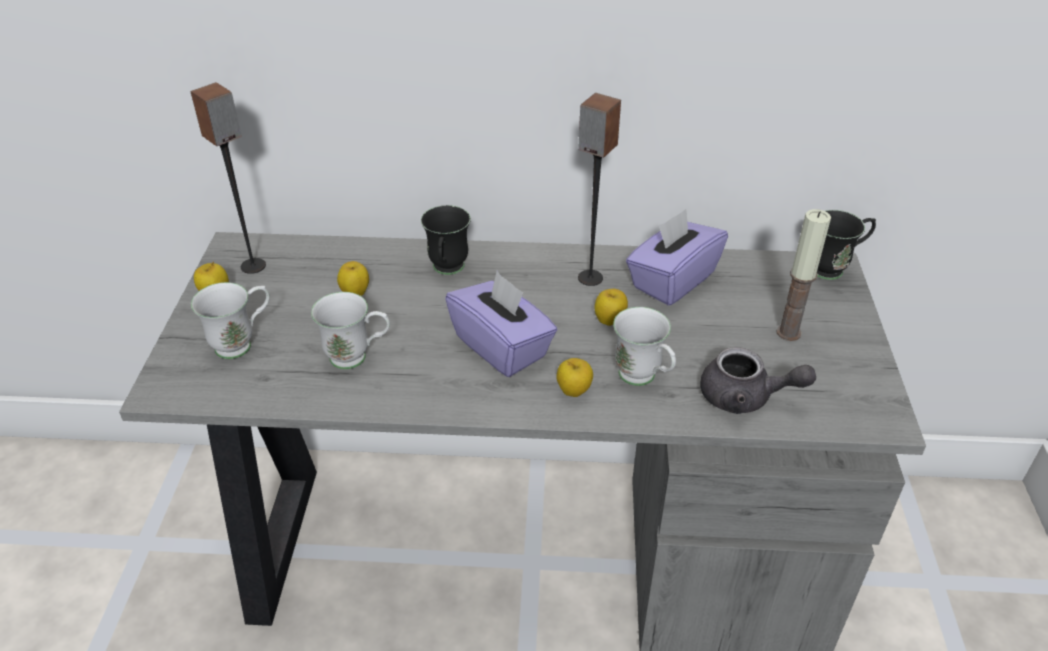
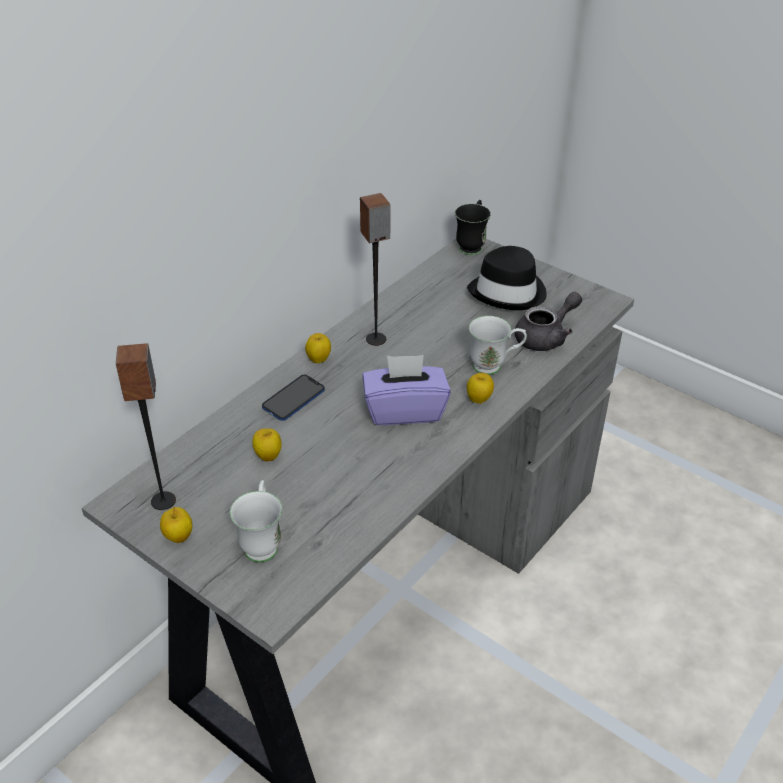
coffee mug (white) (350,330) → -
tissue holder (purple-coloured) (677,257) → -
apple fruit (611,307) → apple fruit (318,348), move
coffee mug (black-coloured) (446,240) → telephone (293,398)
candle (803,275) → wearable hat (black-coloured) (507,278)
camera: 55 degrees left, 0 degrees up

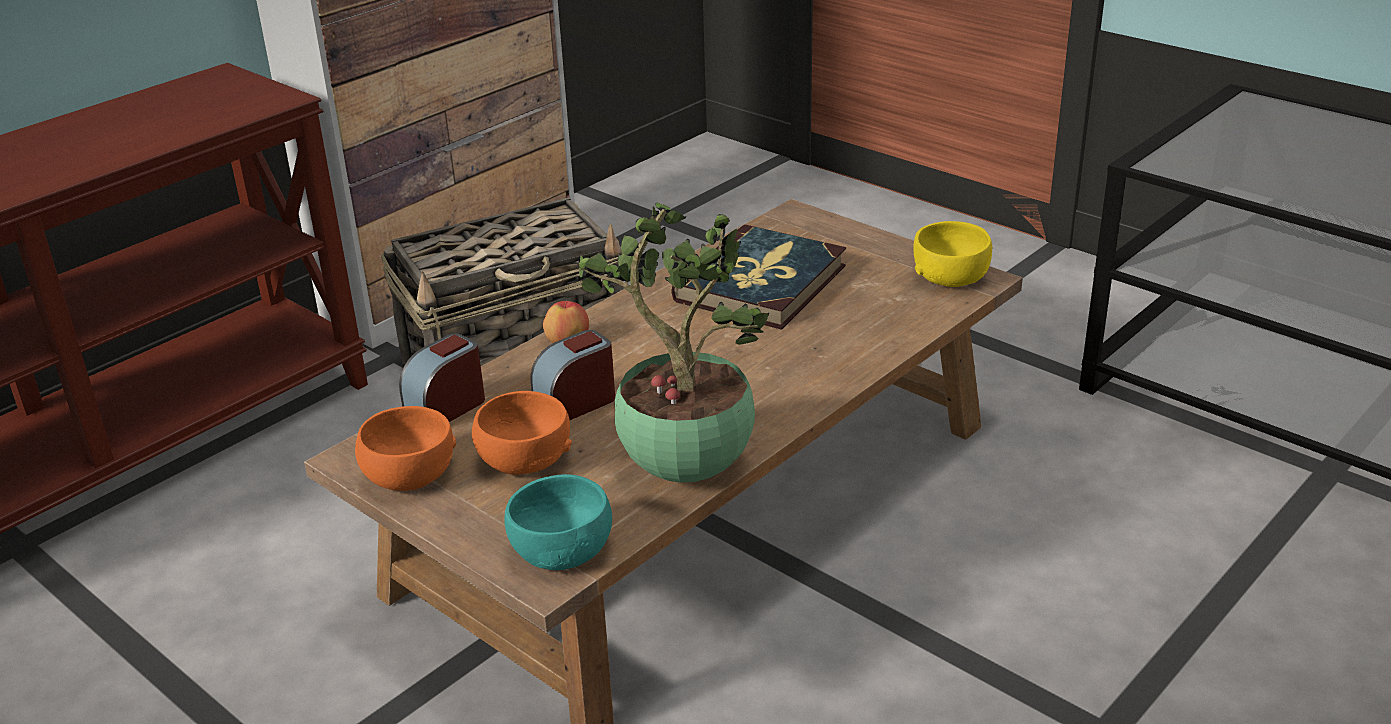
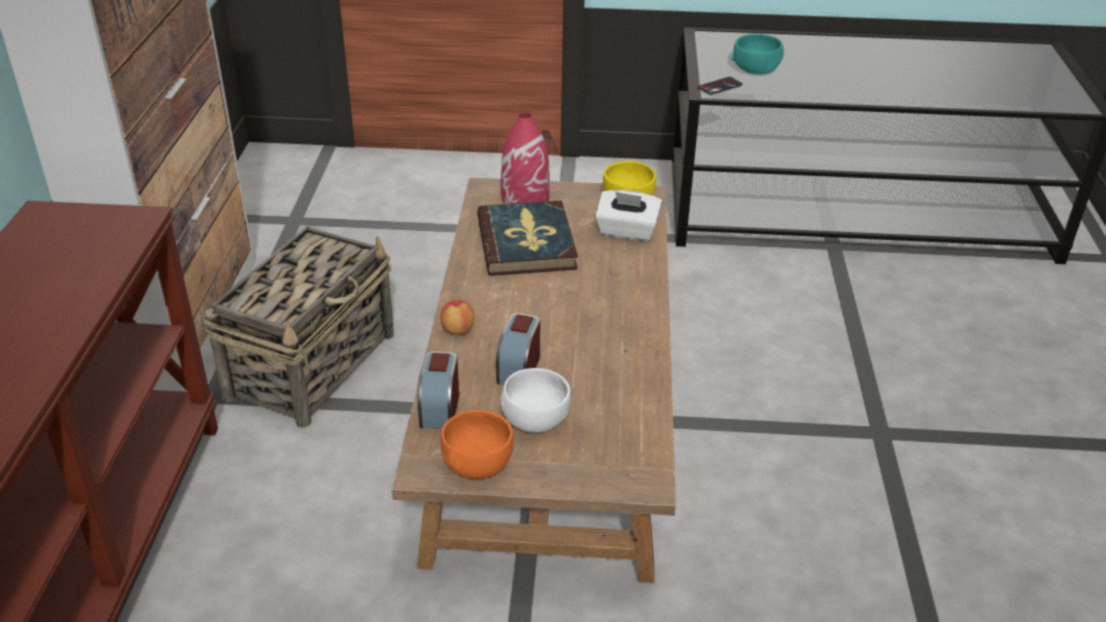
potted plant (673,342) → -
- → flower vase (reddish) (525,158)
- → tissue holder (white) (628,215)
- → telephone (720,86)
deep dish (blue-green) (558,522) → deep dish (blue-green) (757,54), move
deep dish (orangey) (522,433) → deep dish (white) (536,400)
camera: 40 degrees left, 5 degrees up

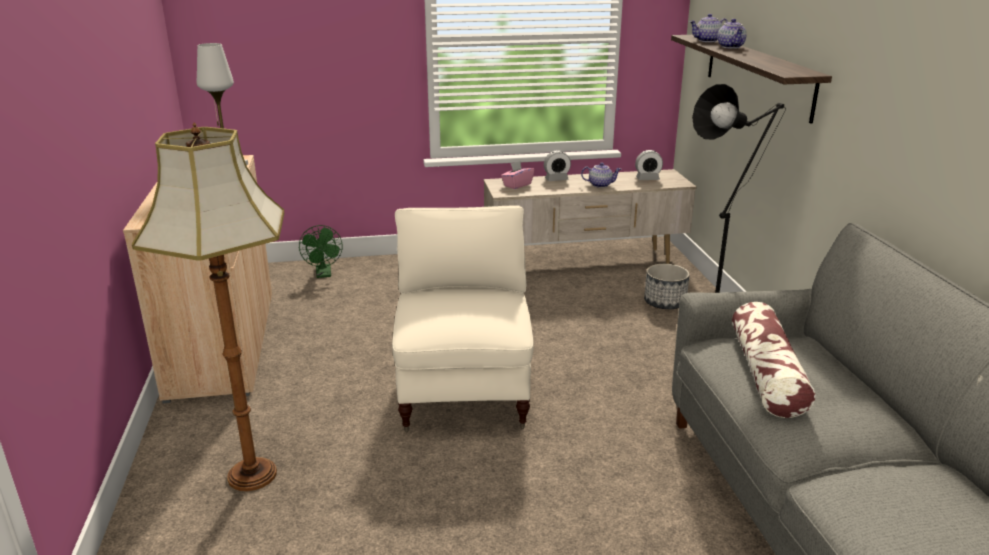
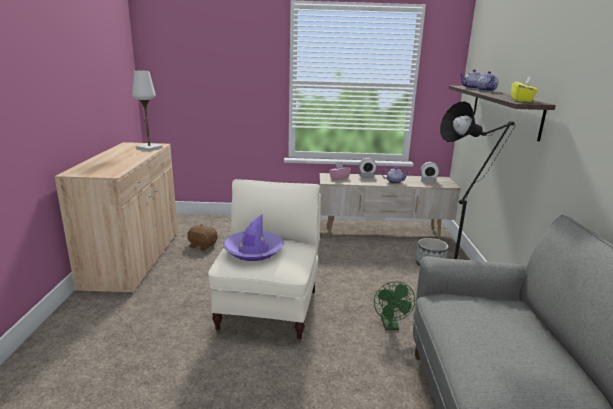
standard lamp (208,306) → -
throw pillow (773,360) → -
- → cuddly toy (brown) (202,237)
- → wearable hat (purple-coloured) (253,237)
- → tissue holder (yellowish) (524,89)
fan (greenish) (321,251) → fan (greenish) (394,305), move
camera: 10 degrees right, 5 degrees down

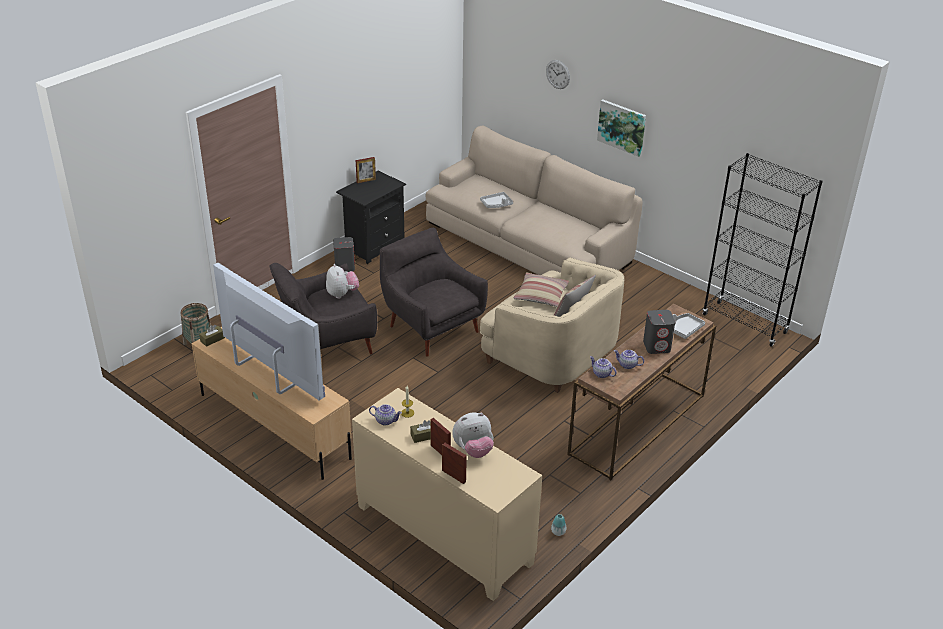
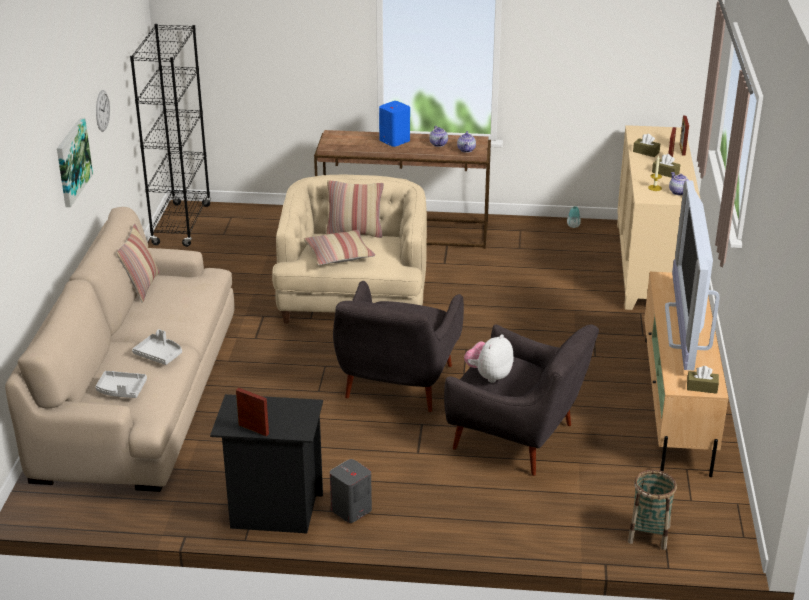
- → throw pillow (138,263)
wall clock (558,74) → wall clock (103,111), move
carrying tray (gray) (688,326) → carrying tray (gray) (121,384), move
cuddly toy (473,435) → tissue holder (brown) (646,145)
audio speaker (gray) (659,332) → audio speaker (blue) (394,124)
camera: 125 degrees left, 5 degrees down

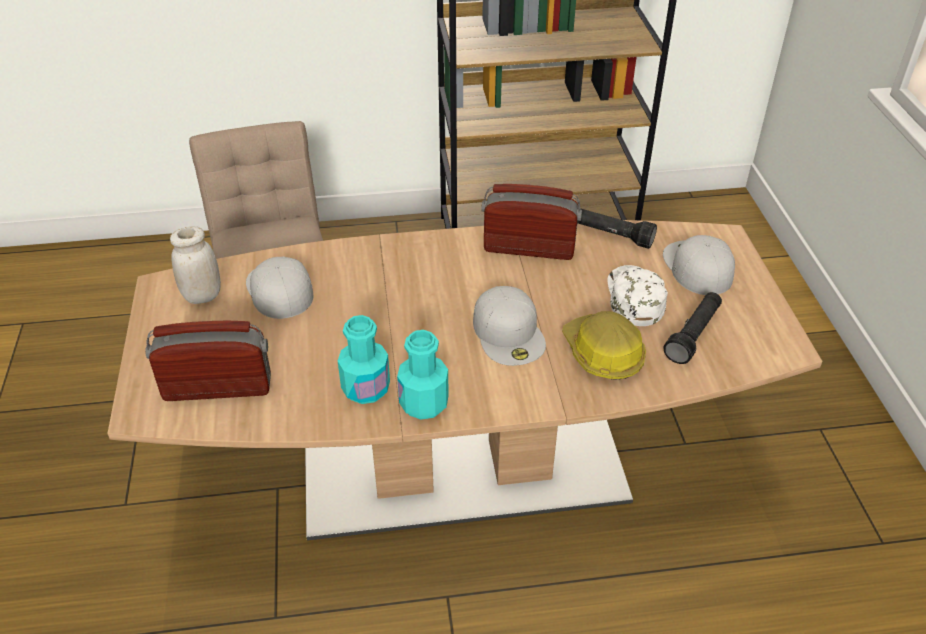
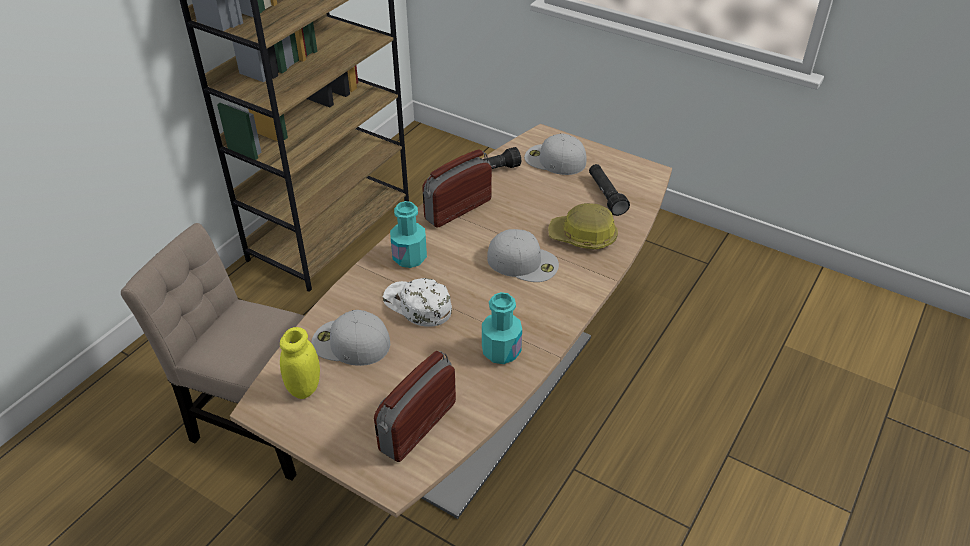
beverage bottle (blue-green) (423,375) → beverage bottle (blue-green) (408,234), move
cap (white) (637,295) → cap (white) (417,302), move
preserve jar (white) (195,265) → preserve jar (yellowish) (300,363)
camera: 50 degrees left, 0 degrees up

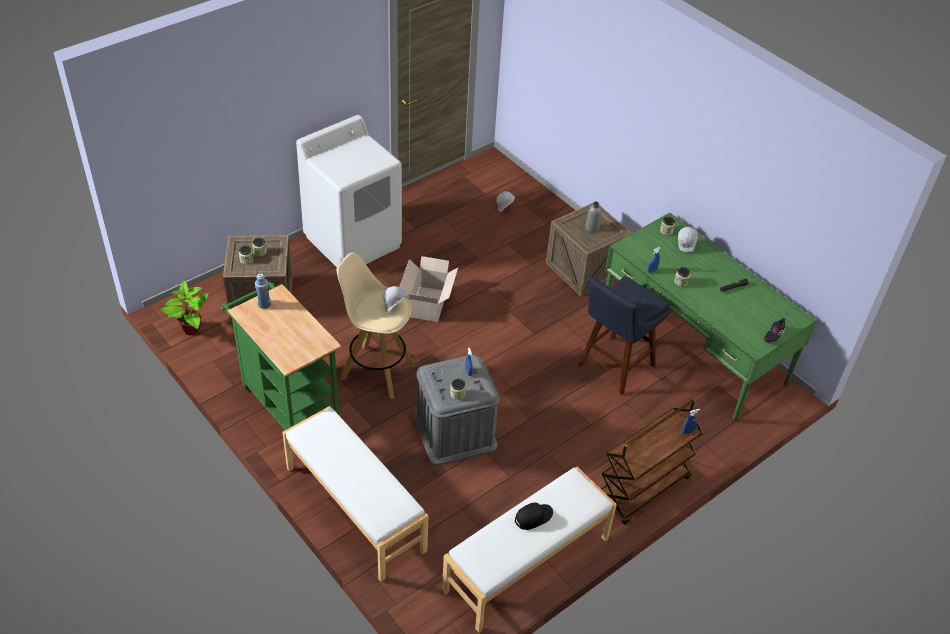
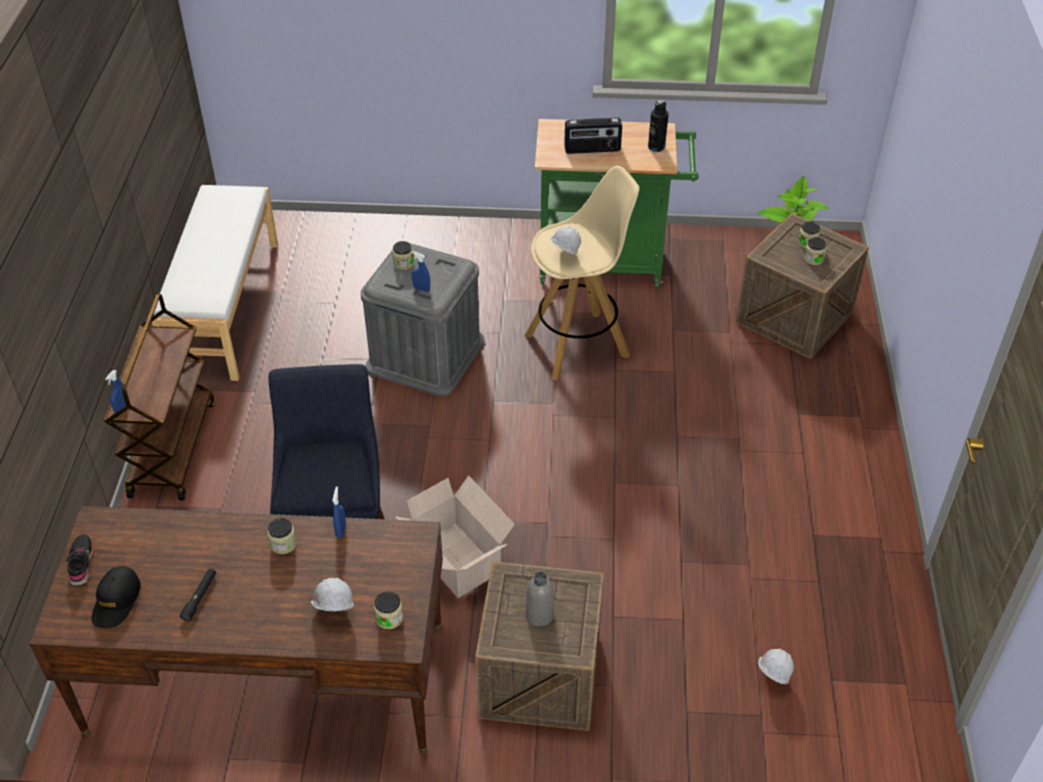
bench (white) (355,494) → -
laundry appliance (white) (349,191) → -
- → radio receiver (593,136)
carton (428,289) → carton (455,536), move
cap (black-coloured) (534,516) → cap (black-coloured) (116,597), move
beverage bottle (blue) (263,291) → beverage bottle (black-coloured) (658,126)
desk unit (greenish) (711,317) → desk unit (brown) (236,630)
camera: 135 degrees right, 0 degrees up

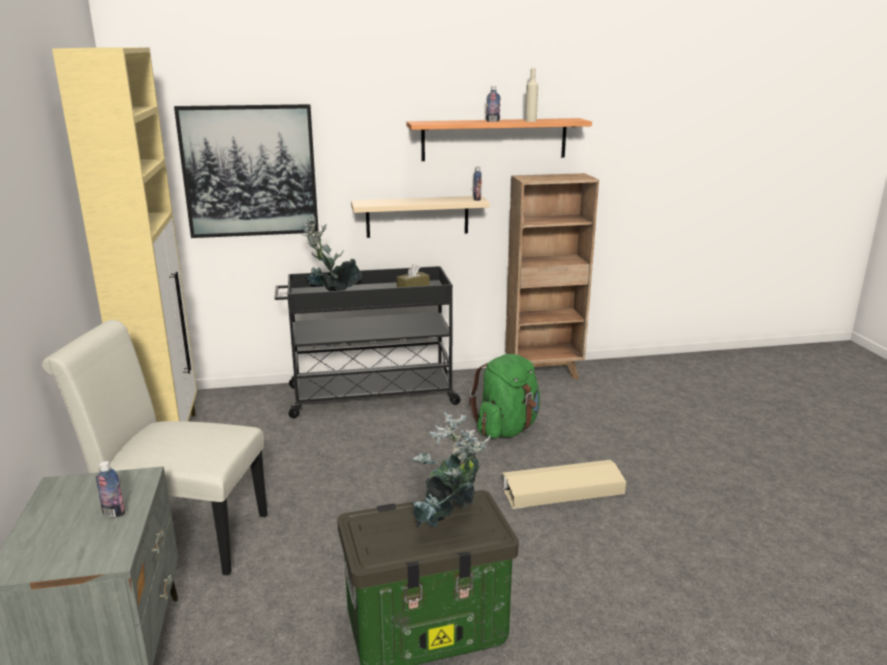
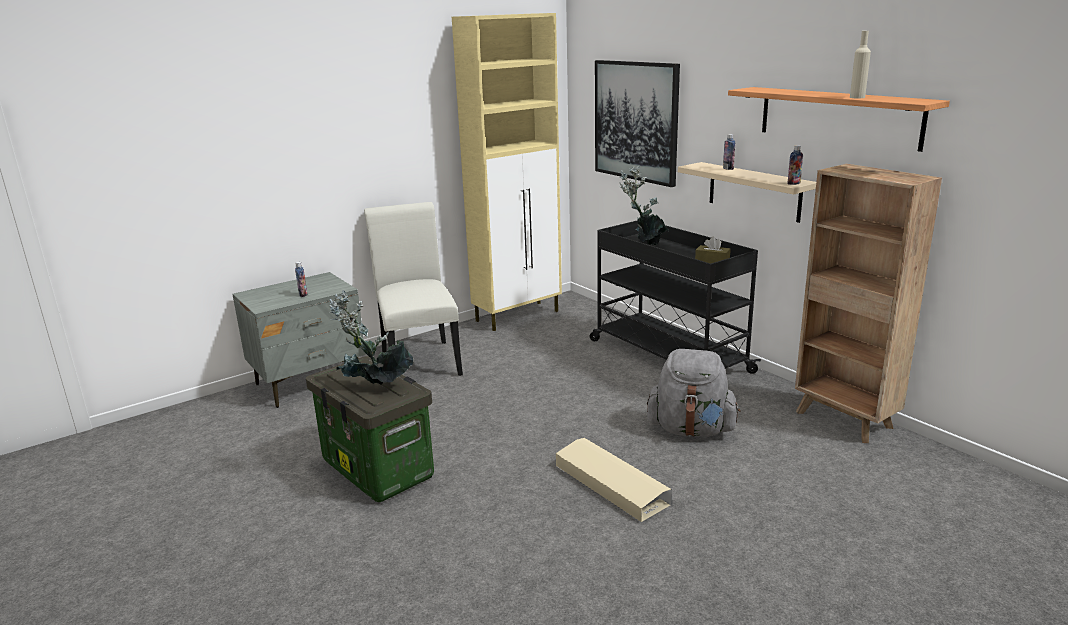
beverage bottle (493,104) → beverage bottle (729,152), move
backpack (greenish) (504,396) → backpack (gray) (694,393)
camera: 65 degrees right, 0 degrees up

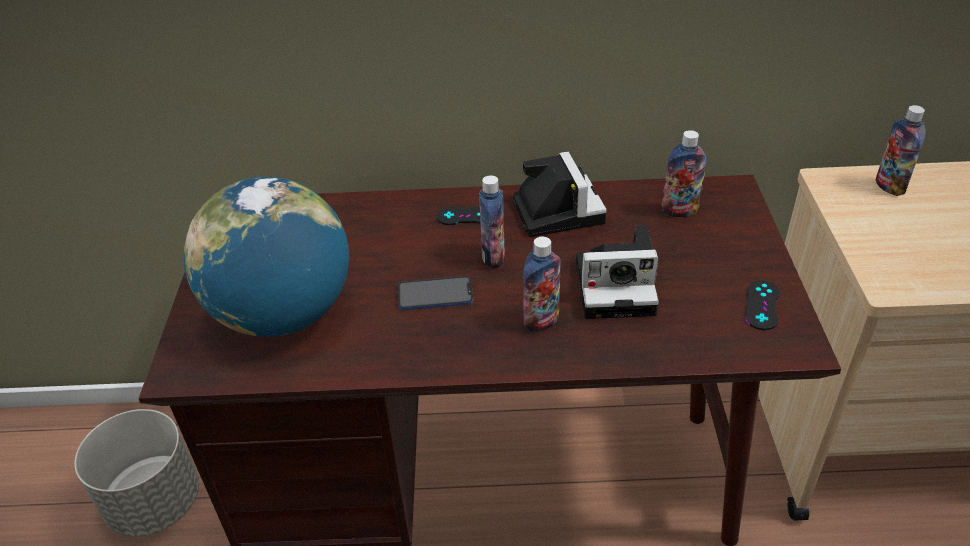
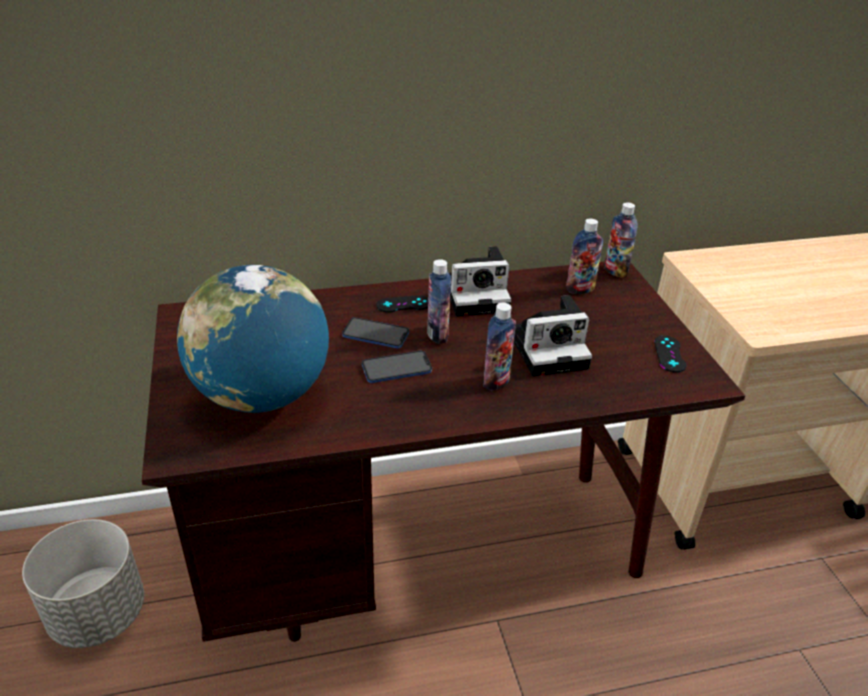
- → telephone (375,332)
beverage bottle (901,150) → beverage bottle (621,240), move
photo camera (560,194) → photo camera (480,281), 105 degrees clockwise
camera: 15 degrees left, 5 degrees down

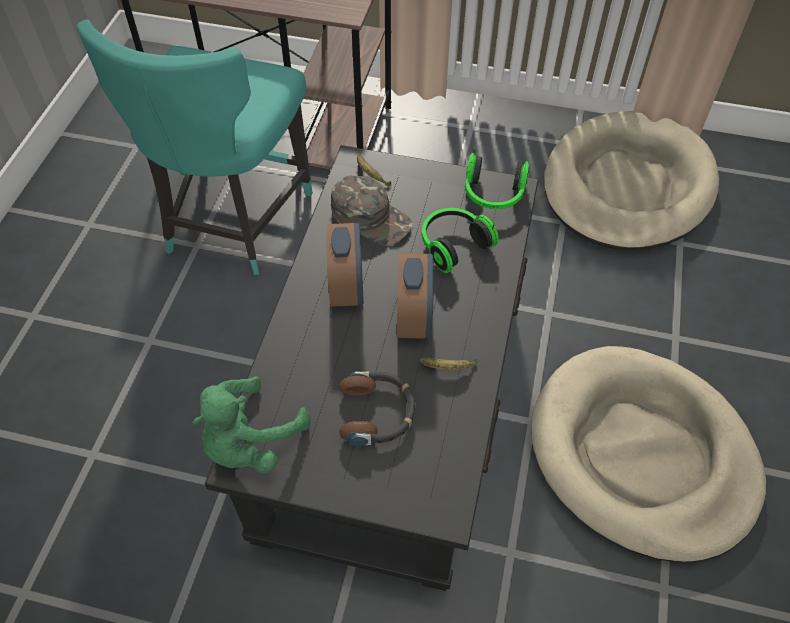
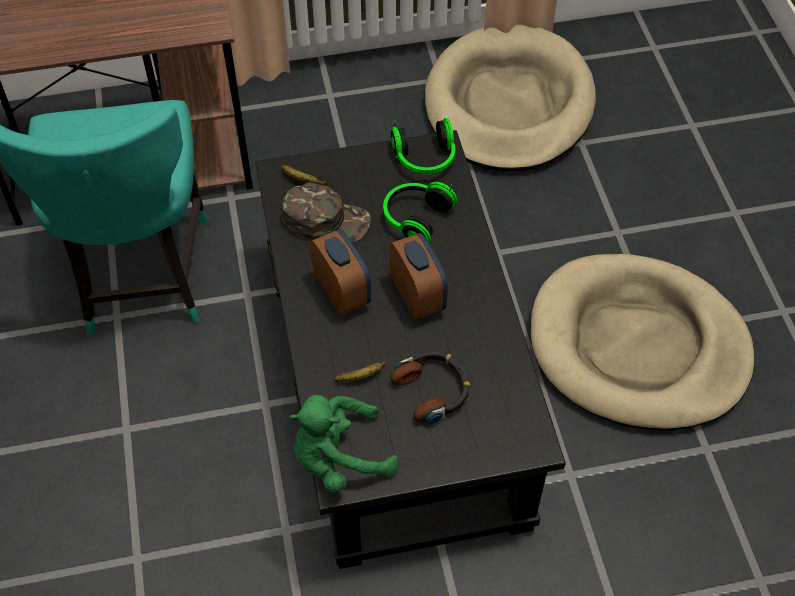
whole banana (449,363) → whole banana (360,370), move
cuddly toy (greenish) (251,424) → cuddly toy (greenish) (344,444), 60 degrees clockwise
camera: 25 degrees left, 0 degrees up

